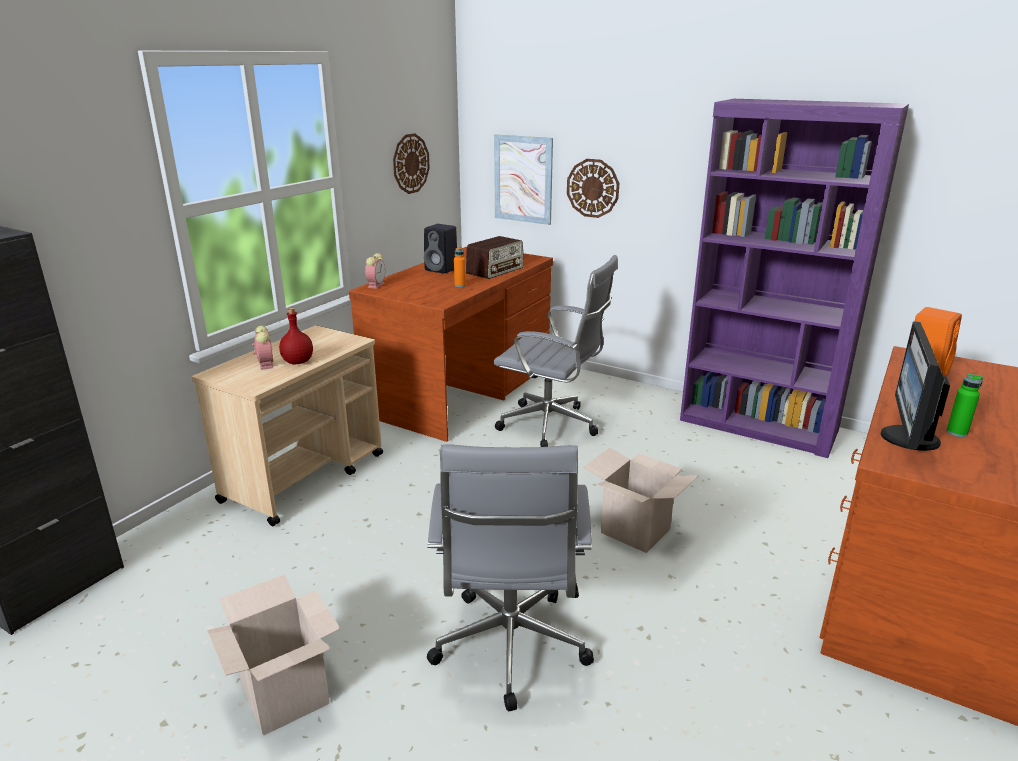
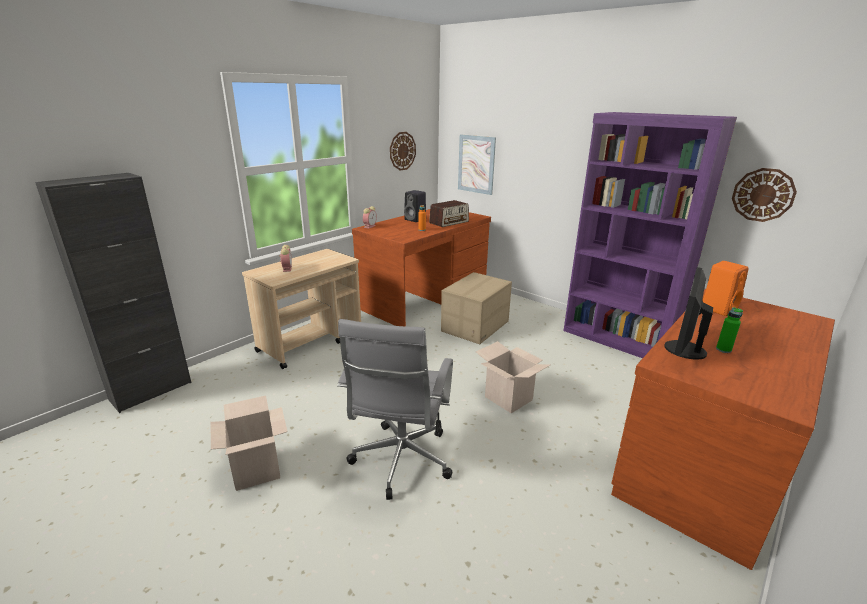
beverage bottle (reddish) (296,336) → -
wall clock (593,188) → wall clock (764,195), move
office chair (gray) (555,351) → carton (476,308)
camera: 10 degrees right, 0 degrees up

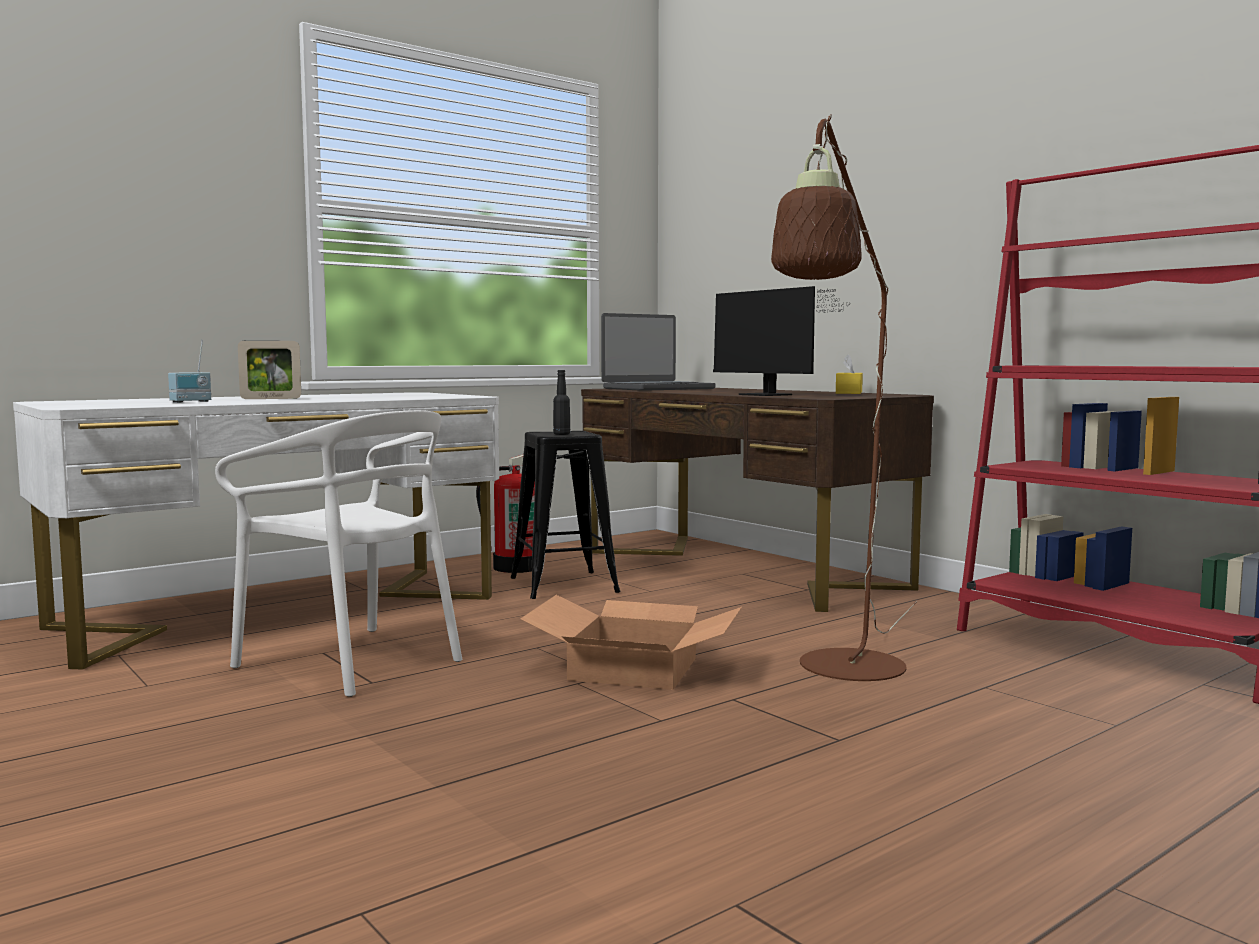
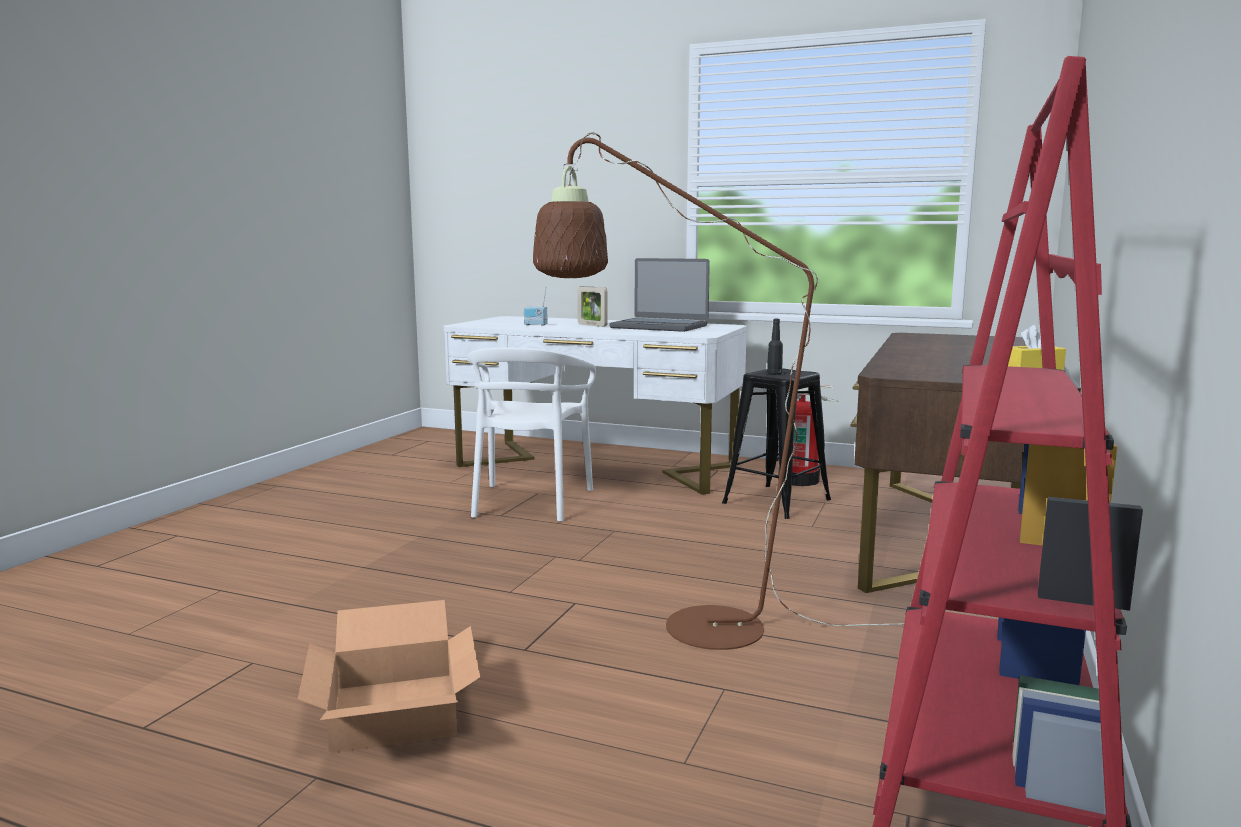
monitor (782,341) → -
carton (631,642) → carton (388,676), move
laptop (658,352) → laptop (660,295), move
camera: 60 degrees right, 5 degrees up

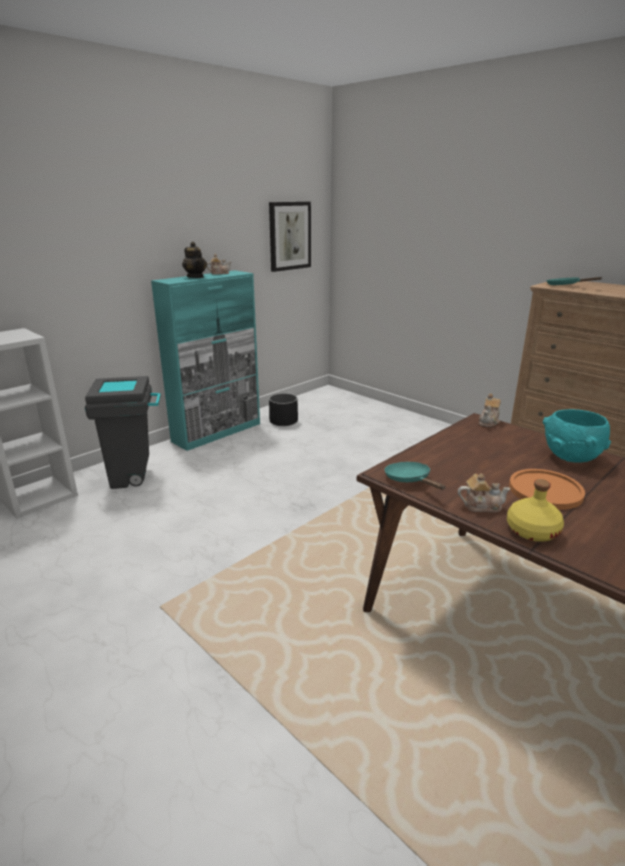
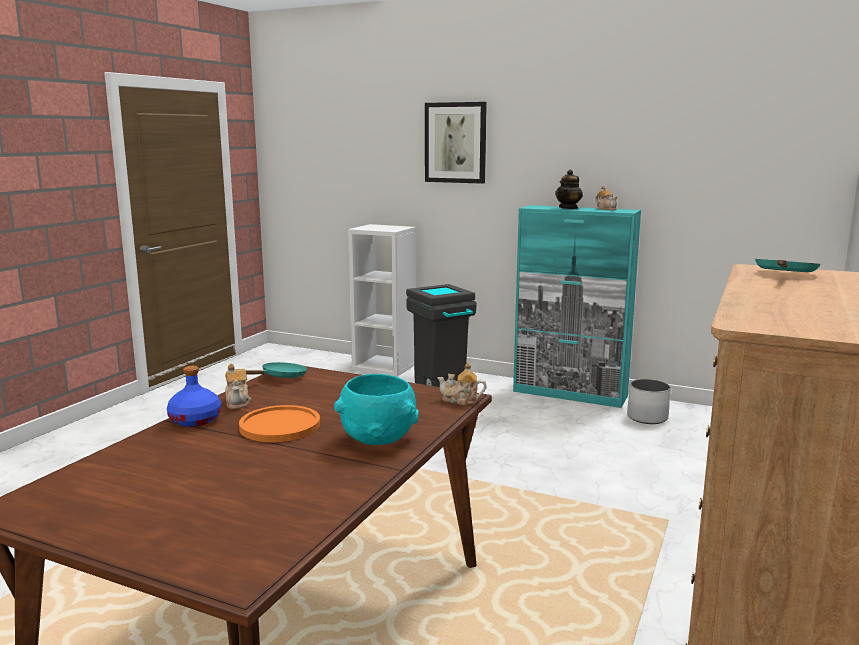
wall art (290,237) → wall art (456,143), move
planter (black-coloured) (283,409) → planter (white) (649,401)
beverage bottle (yellowish) (535,510) → beverage bottle (blue) (194,396)
camera: 70 degrees right, 10 degrees down

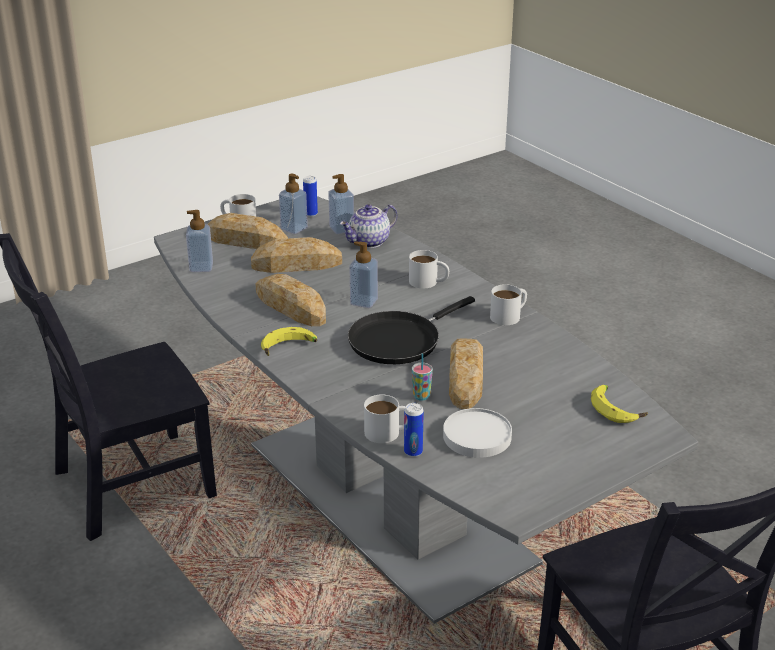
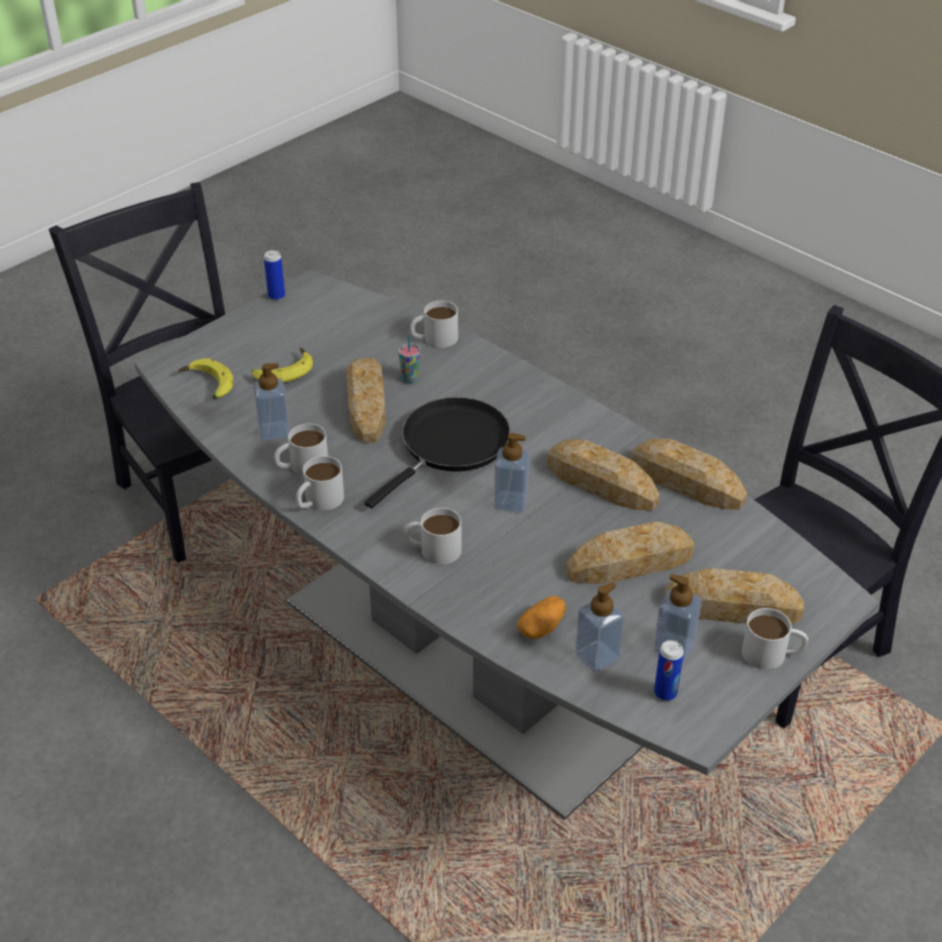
flat dish (white) (477,433) → -
- → coffee mug (white) (301,450)
- → baked bread (689,474)
soap dispenser (199,241) → soap dispenser (271,402), move
whole banana (289,341) → whole banana (282,365), move
sealed can (414,430) → sealed can (274,275), move
teapot (368,226) → whole potato (541,617)
camera: 170 degrees right, 10 degrees up

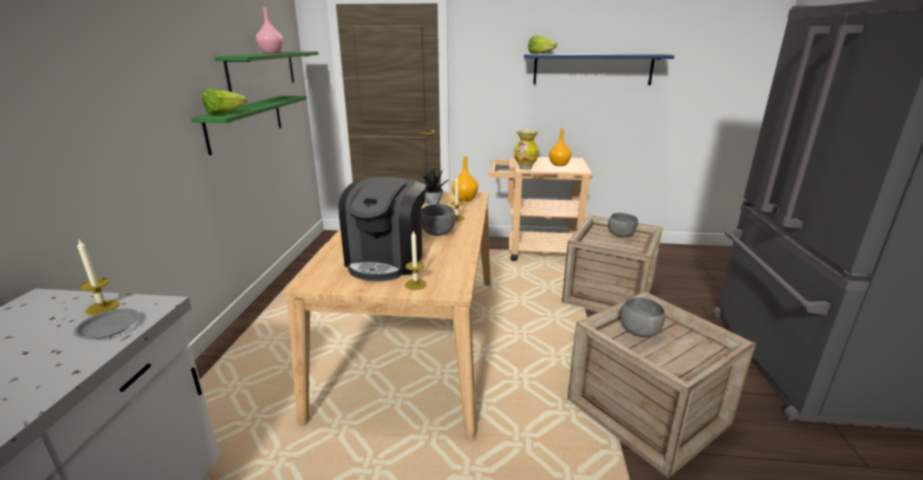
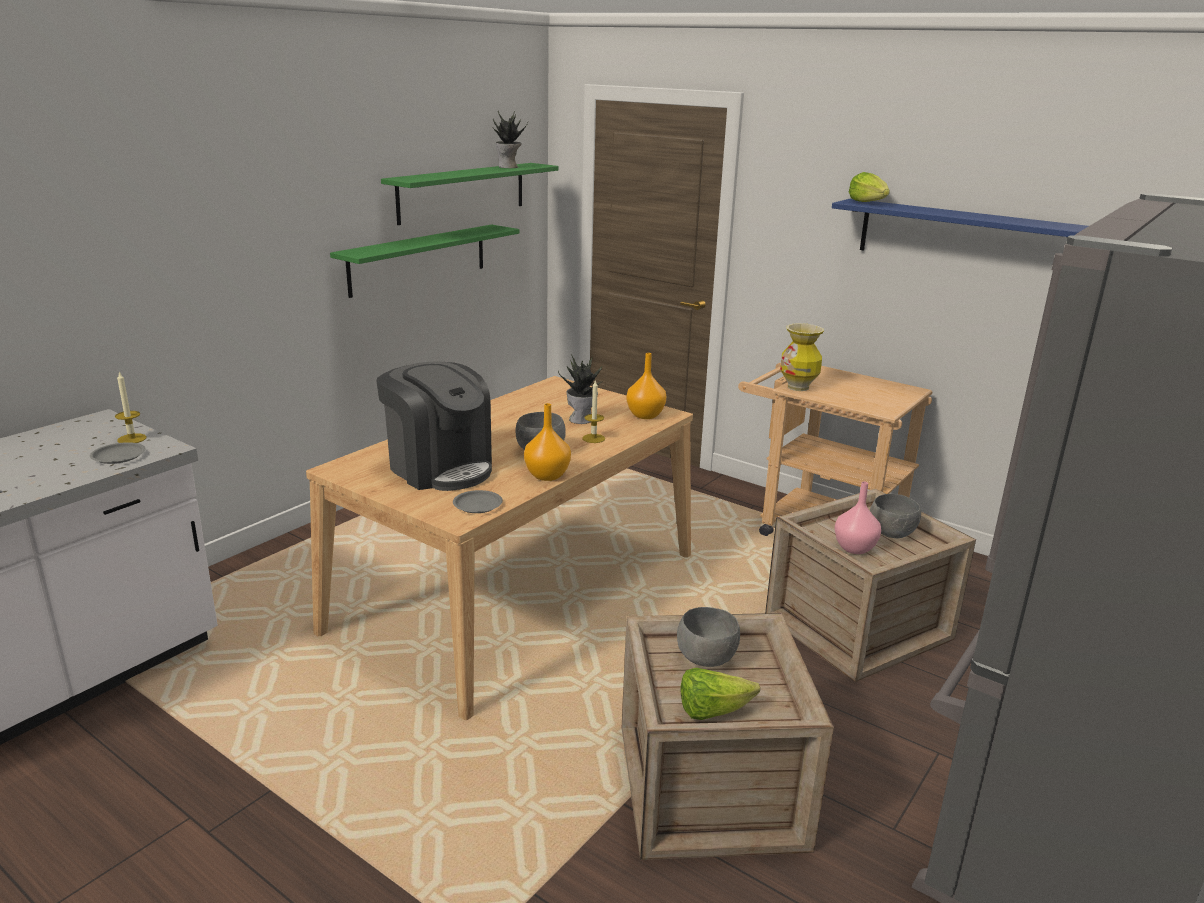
candle (416,260) → -
- → flat dish (gray) (478,501)
- → potted plant (510,139)
lettuce head (224,102) → lettuce head (720,694), move
flower vase (pinkish) (269,30) → flower vase (pinkish) (858,517), move
flower vase (orangey) (560,147) → flower vase (orangey) (547,442), move
coffee maker (382,229) → coffee maker (434,426), 90 degrees counterclockwise
camera: 30 degrees right, 0 degrees up

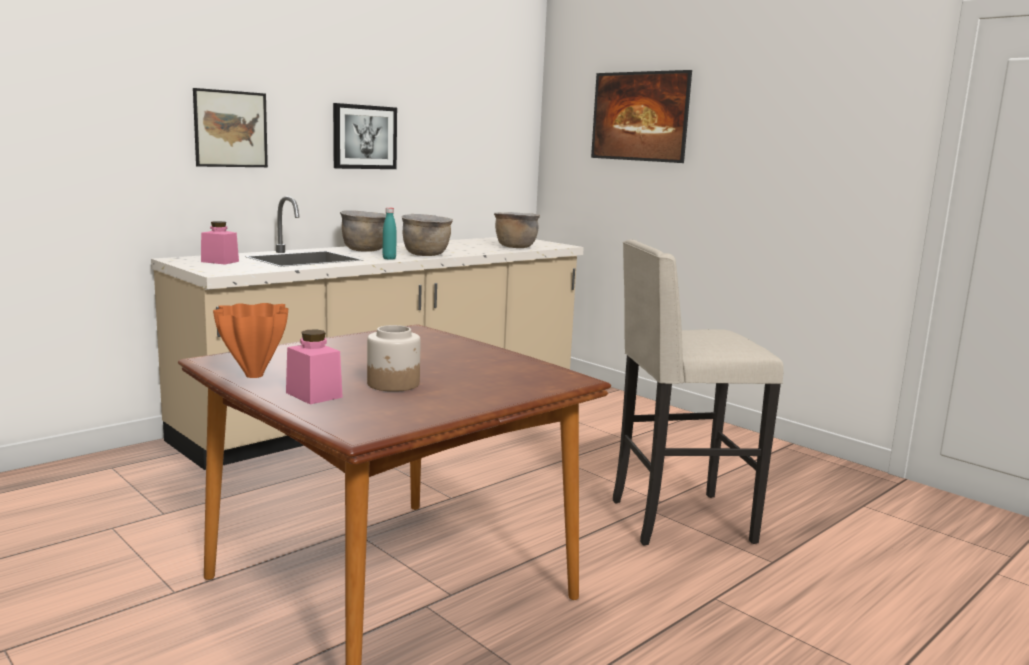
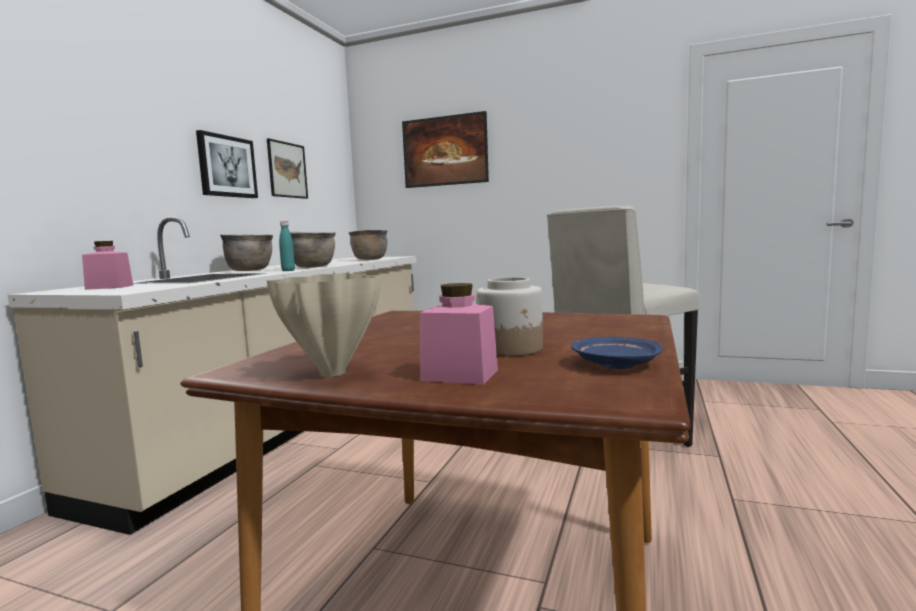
- → flat dish (blue) (617,353)
wall art (230,127) → wall art (287,168), move
flower vase (orangey) (251,340) → flower vase (beige-coloured) (324,325)
camera: 25 degrees left, 5 degrees down

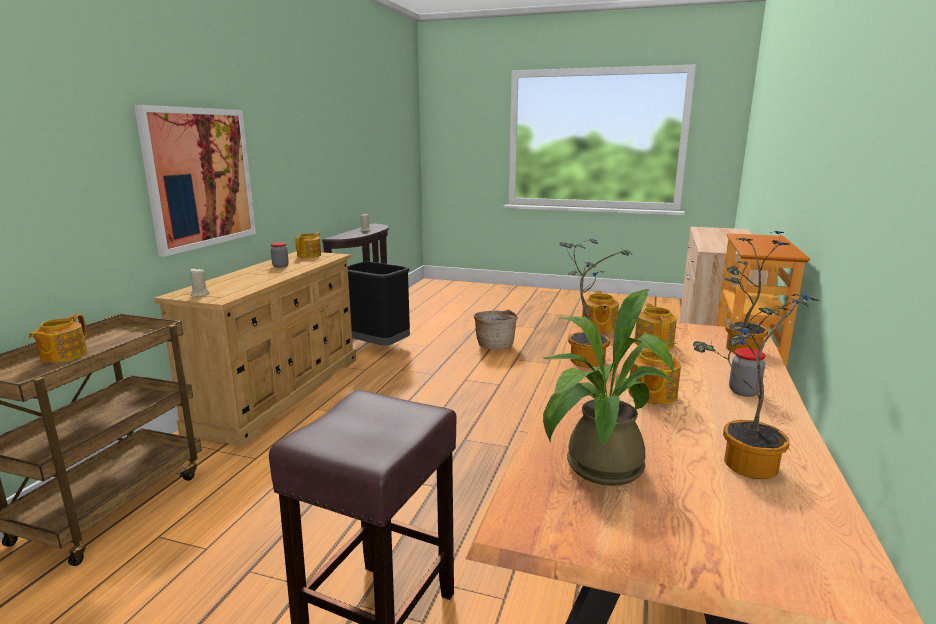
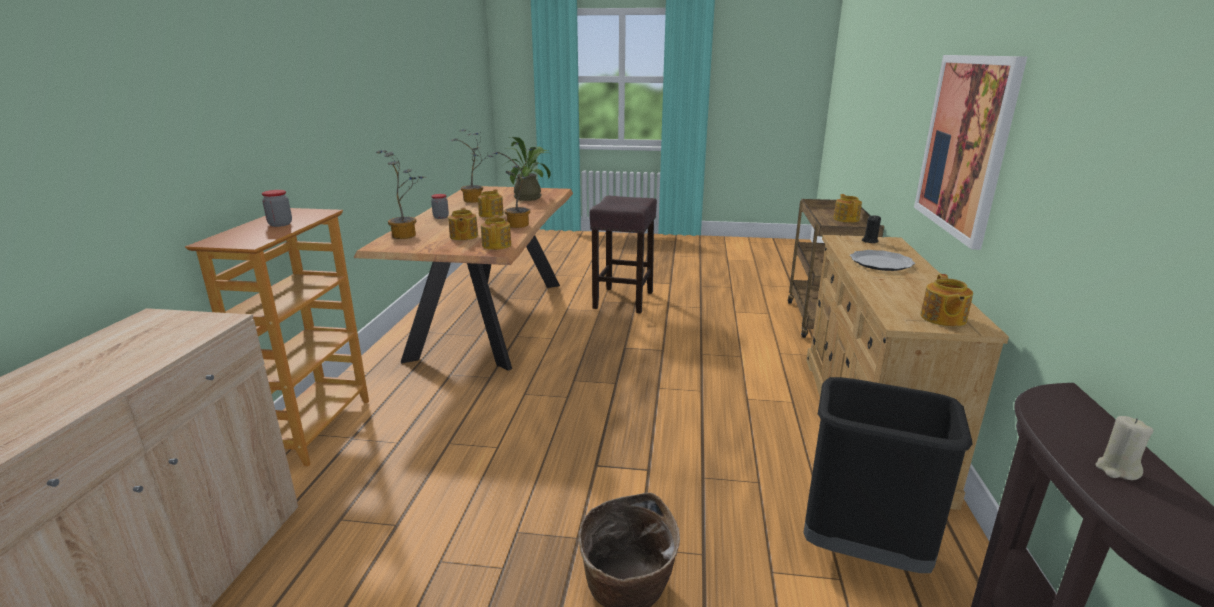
- → flat dish (882,260)
preserve jar (280,255) → preserve jar (277,208), move
candle (beige-coloured) (199,282) → candle (black-coloured) (871,229)
camera: 170 degrees right, 5 degrees up

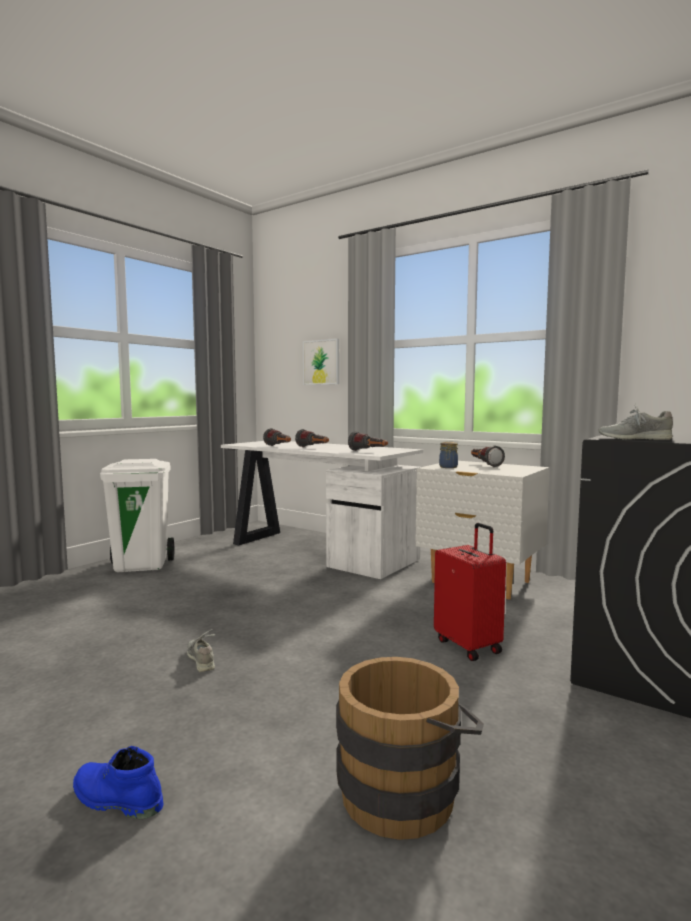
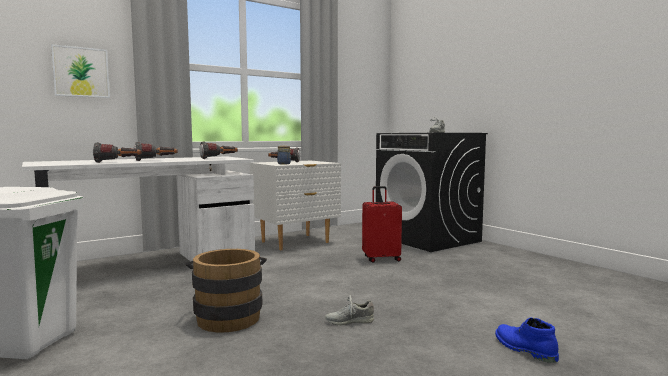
pail (brown) (410,748) → pail (brown) (226,291), move
boot (blue) (118,782) → boot (blue) (527,340), 105 degrees clockwise
camera: 70 degrees left, 0 degrees up

